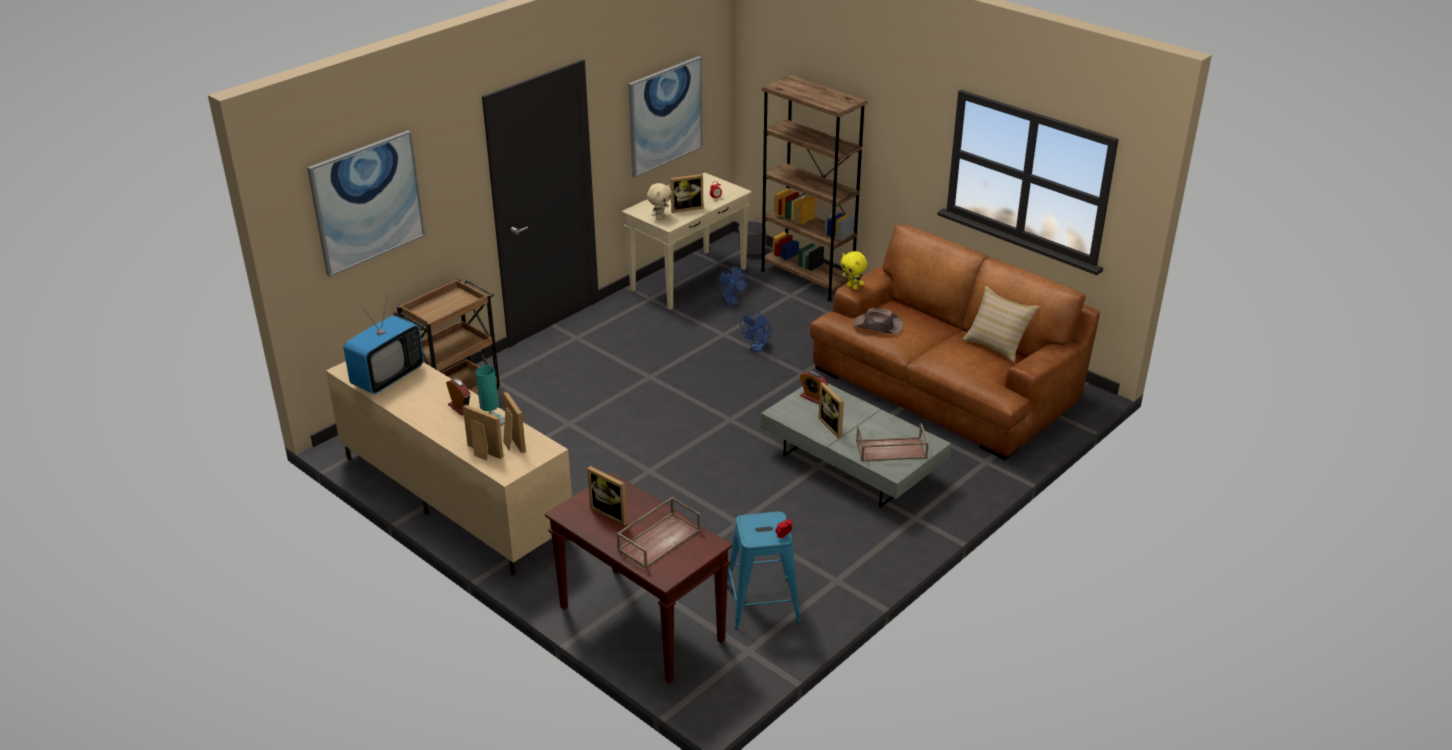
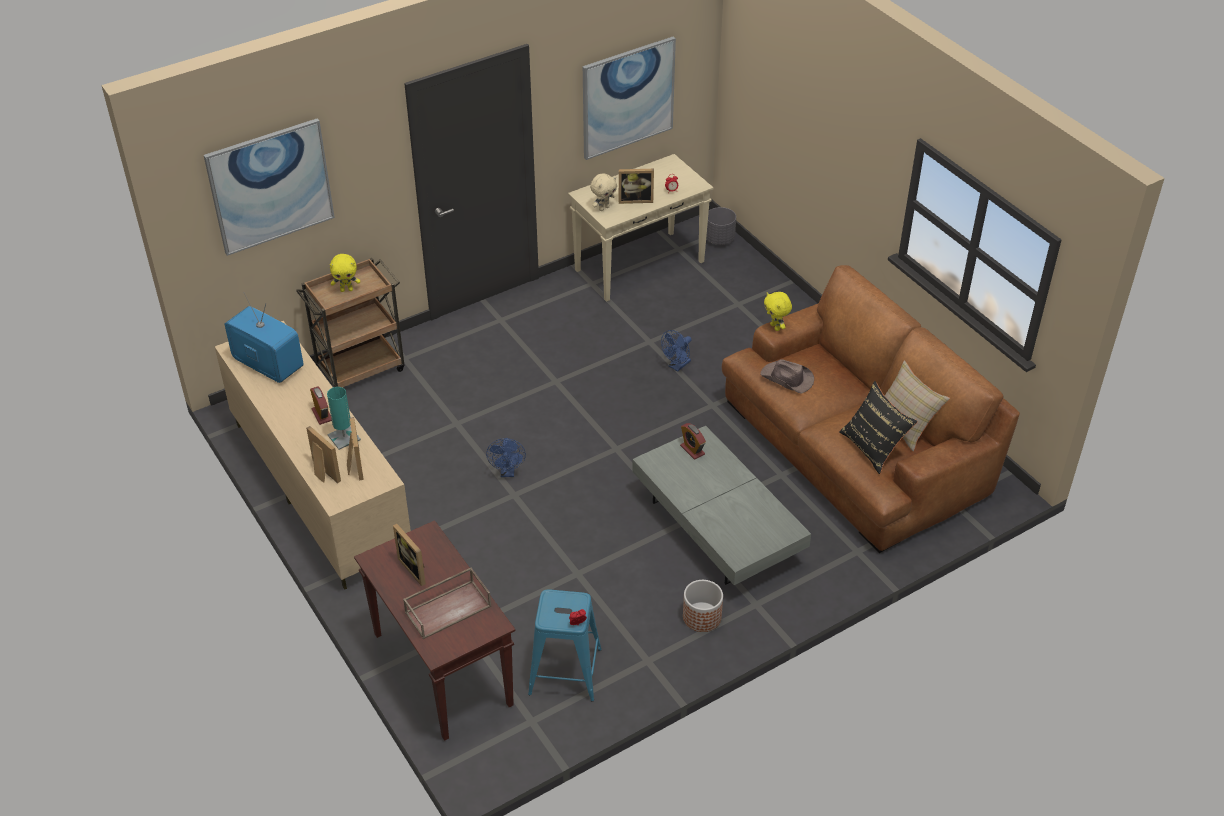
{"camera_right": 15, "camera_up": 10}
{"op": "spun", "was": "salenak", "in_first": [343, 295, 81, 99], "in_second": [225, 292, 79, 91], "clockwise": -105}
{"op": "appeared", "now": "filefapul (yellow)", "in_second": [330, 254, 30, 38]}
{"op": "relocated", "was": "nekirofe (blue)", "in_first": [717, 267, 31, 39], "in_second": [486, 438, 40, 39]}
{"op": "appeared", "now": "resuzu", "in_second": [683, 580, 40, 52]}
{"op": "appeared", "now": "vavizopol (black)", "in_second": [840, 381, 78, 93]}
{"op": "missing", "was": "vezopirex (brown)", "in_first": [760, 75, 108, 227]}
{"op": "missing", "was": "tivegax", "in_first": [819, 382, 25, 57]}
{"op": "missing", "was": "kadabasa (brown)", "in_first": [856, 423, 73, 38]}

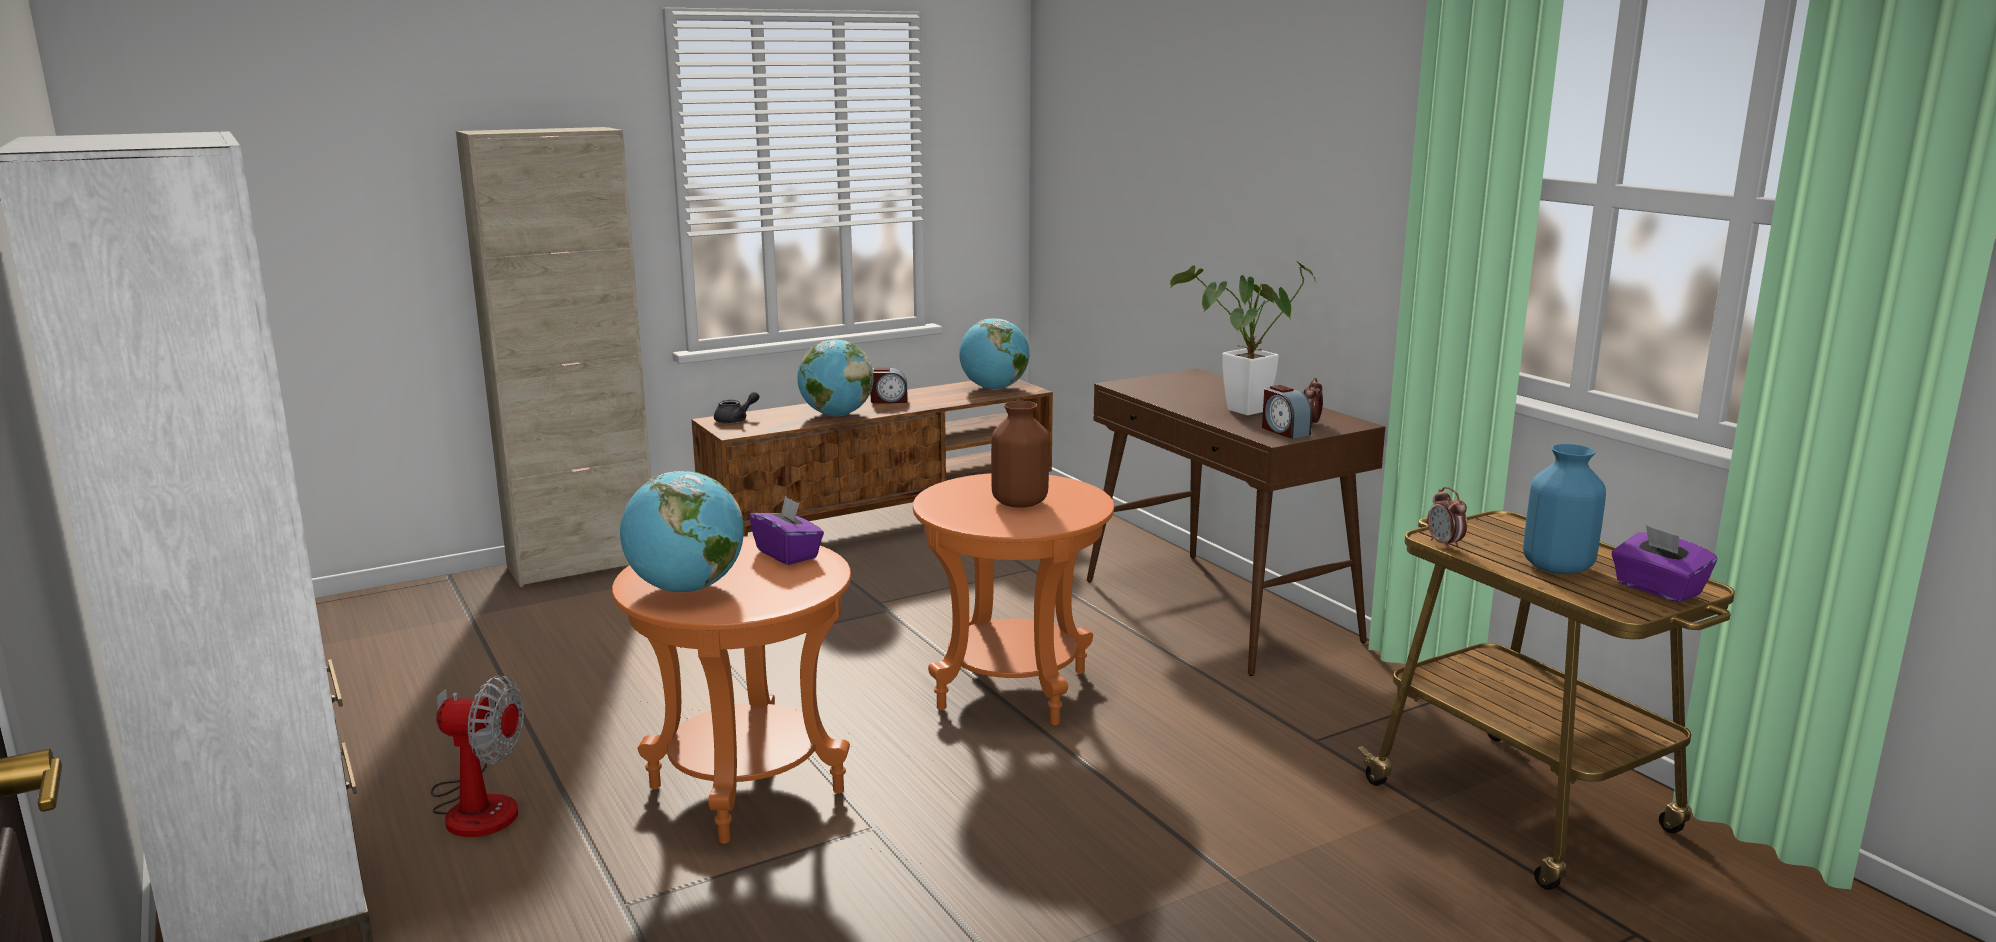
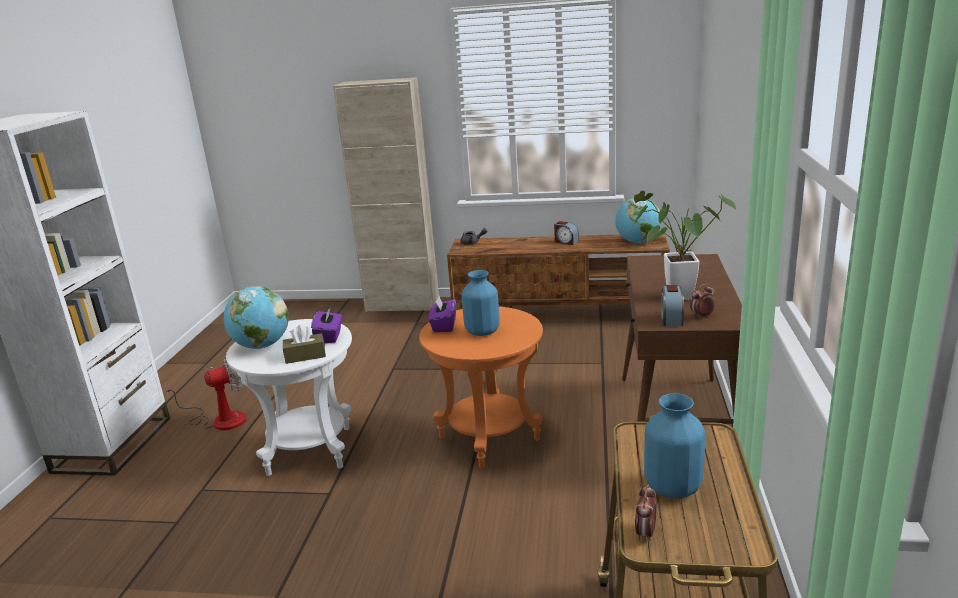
{"camera_right": 40, "camera_up": 5}
{"op": "spun", "was": "nekirofe", "in_first": [431, 675, 93, 162], "in_second": [165, 356, 81, 74], "clockwise": -75}
{"op": "colour", "was": "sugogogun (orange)", "now": "sugogogun (white)", "in_first": [612, 536, 239, 308], "in_second": [226, 319, 126, 157]}
{"op": "appeared", "now": "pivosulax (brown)", "in_second": [283, 325, 43, 39]}
{"op": "relocated", "was": "pivosulax (purple)", "in_first": [1612, 525, 105, 78], "in_second": [429, 296, 27, 36]}
{"op": "colour", "was": "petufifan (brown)", "now": "petufifan (blue)", "in_first": [991, 401, 58, 107], "in_second": [462, 270, 38, 66]}
{"op": "relocated", "was": "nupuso", "in_first": [1427, 487, 40, 62], "in_second": [635, 485, 22, 55]}
{"op": "missing", "was": "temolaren", "in_first": [797, 339, 77, 77]}

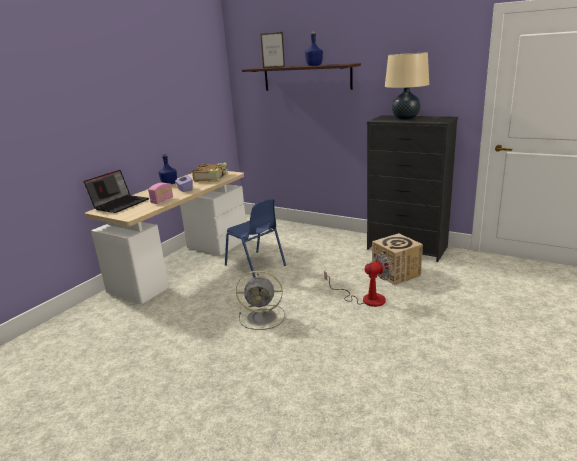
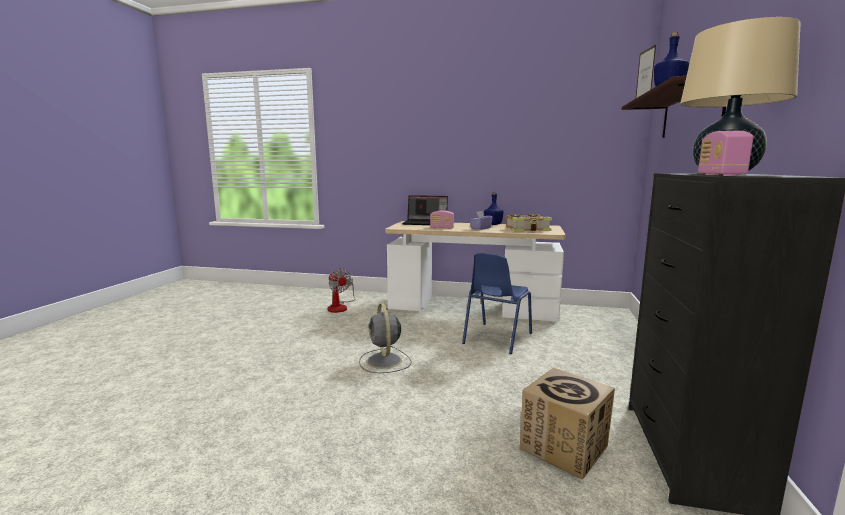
{"camera_right": 70, "camera_up": -10}
{"op": "relocated", "was": "nekirofe", "in_first": [324, 253, 68, 54], "in_second": [327, 268, 28, 45]}
{"op": "appeared", "now": "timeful", "in_second": [698, 131, 56, 45]}

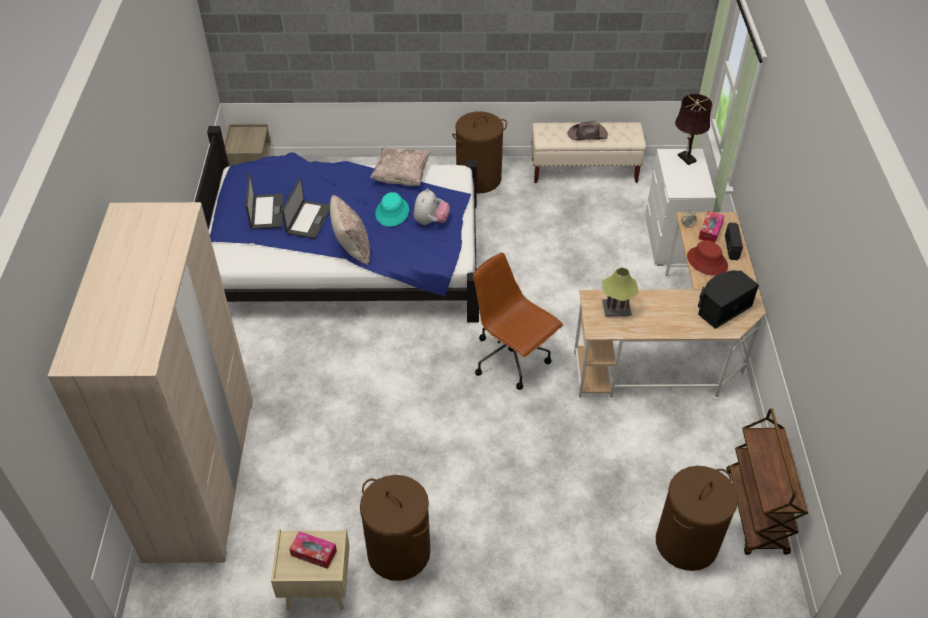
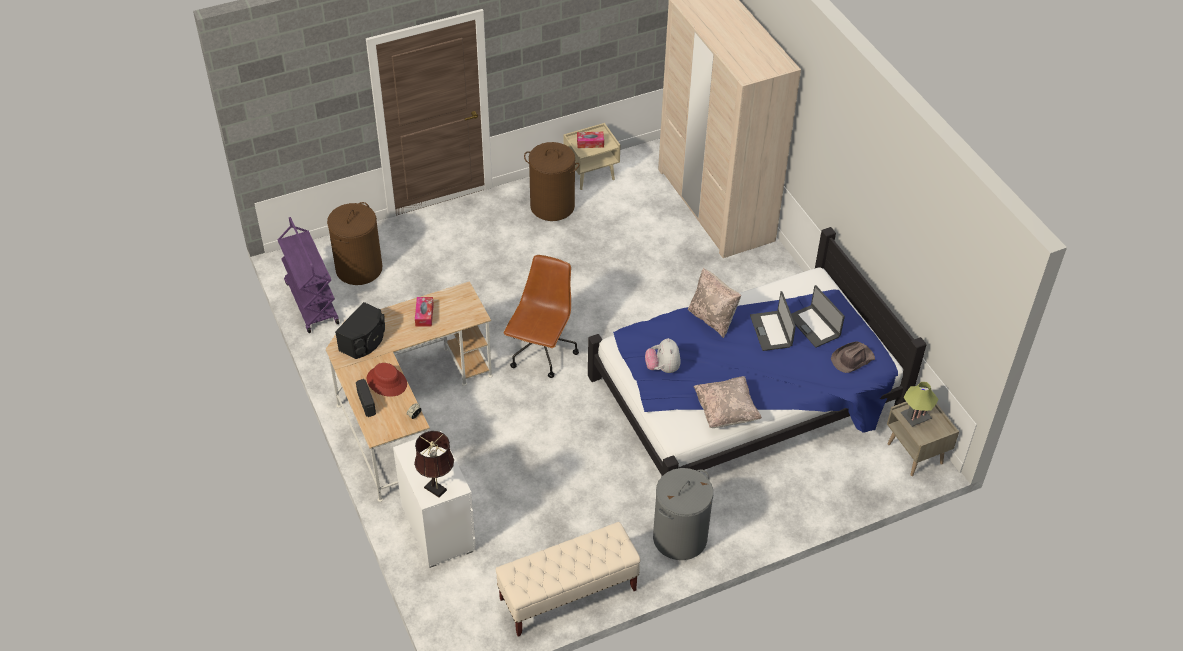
{"camera_right": 155, "camera_up": 0}
{"op": "colour", "was": "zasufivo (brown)", "now": "zasufivo (purple)", "in_first": [726, 409, 82, 146], "in_second": [277, 217, 62, 116]}
{"op": "relocated", "was": "pivosulax", "in_first": [698, 211, 27, 32], "in_second": [415, 297, 19, 30]}
{"op": "spun", "was": "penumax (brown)", "in_first": [473, 252, 90, 138], "in_second": [504, 255, 75, 123], "clockwise": -90}
{"op": "colour", "was": "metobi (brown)", "now": "metobi (grey)", "in_first": [452, 111, 55, 82], "in_second": [653, 468, 60, 92]}
{"op": "relocated", "was": "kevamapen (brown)", "in_first": [567, 120, 41, 20], "in_second": [831, 342, 44, 31]}
{"op": "relocated", "was": "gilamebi", "in_first": [602, 267, 36, 50], "in_second": [900, 382, 38, 45]}
{"op": "missing", "was": "kevamapen (turquoise)", "in_first": [375, 192, 34, 35]}

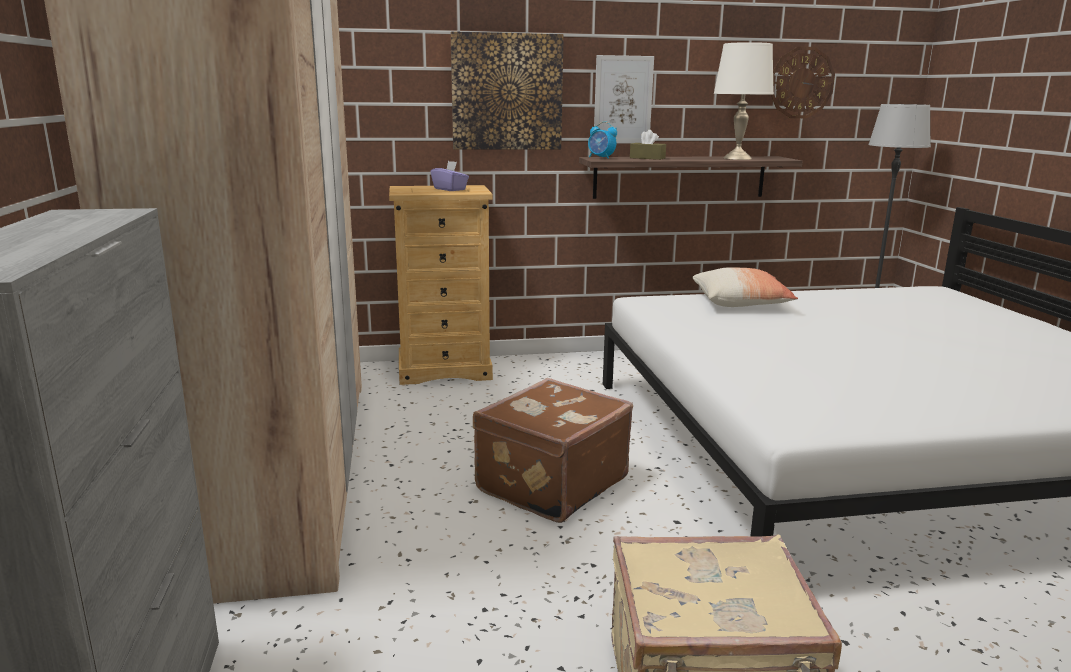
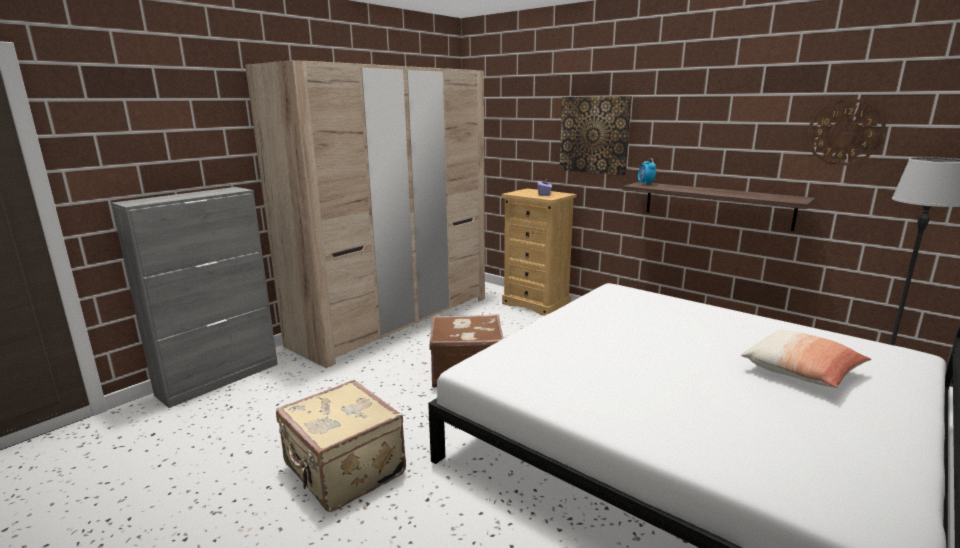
{"camera_right": 50, "camera_up": 0}
{"op": "relocated", "was": "vavizopol", "in_first": [692, 267, 106, 40], "in_second": [741, 330, 130, 58]}
{"op": "missing", "was": "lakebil", "in_first": [594, 55, 60, 88]}
{"op": "missing", "was": "pivosulax (brown)", "in_first": [630, 130, 36, 30]}
{"op": "missing", "was": "gilamebi (white)", "in_first": [714, 42, 60, 118]}

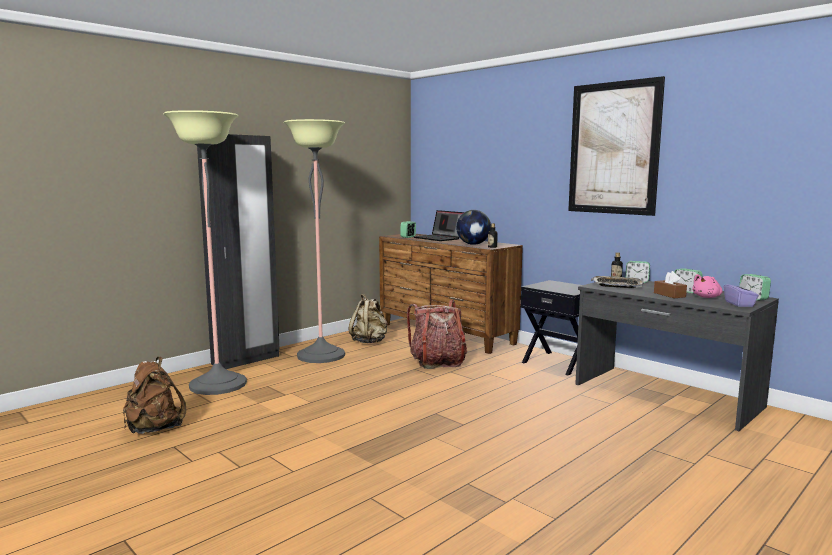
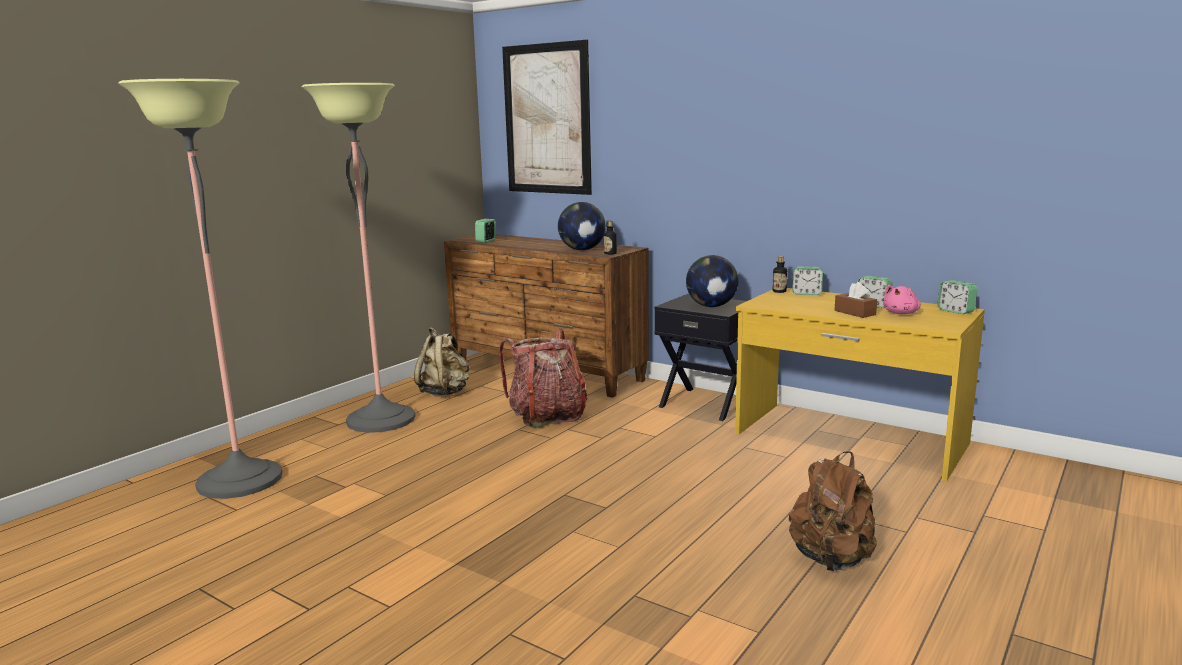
{"camera_right": -10, "camera_up": 5}
{"op": "relocated", "was": "lakebil", "in_first": [568, 76, 97, 140], "in_second": [502, 40, 90, 155]}
{"op": "appeared", "now": "temolaren", "in_second": [686, 255, 53, 52]}
{"op": "colour", "was": "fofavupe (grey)", "now": "fofavupe (yellow)", "in_first": [575, 281, 204, 150], "in_second": [735, 288, 250, 193]}
{"op": "relocated", "was": "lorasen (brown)", "in_first": [123, 357, 63, 77], "in_second": [789, 451, 88, 120]}
{"op": "missing", "was": "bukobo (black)", "in_first": [197, 134, 83, 235]}
{"op": "missing", "was": "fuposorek", "in_first": [413, 210, 51, 31]}
{"op": "missing", "was": "kadabasa", "in_first": [591, 276, 53, 12]}
{"op": "missing", "was": "pivosulax (purple)", "in_first": [724, 279, 35, 28]}

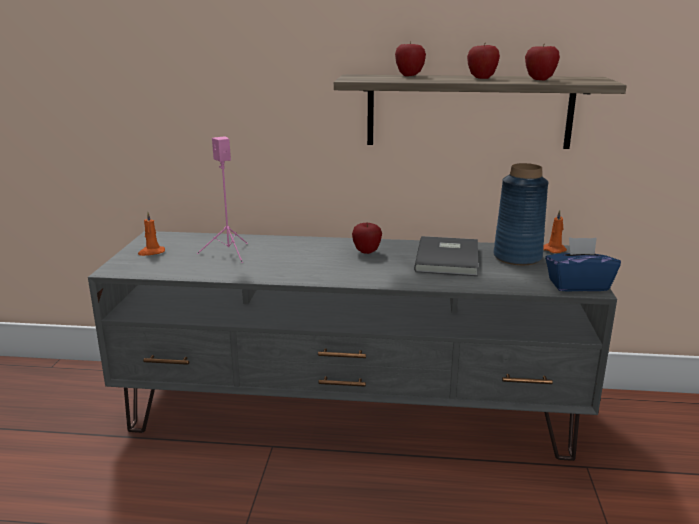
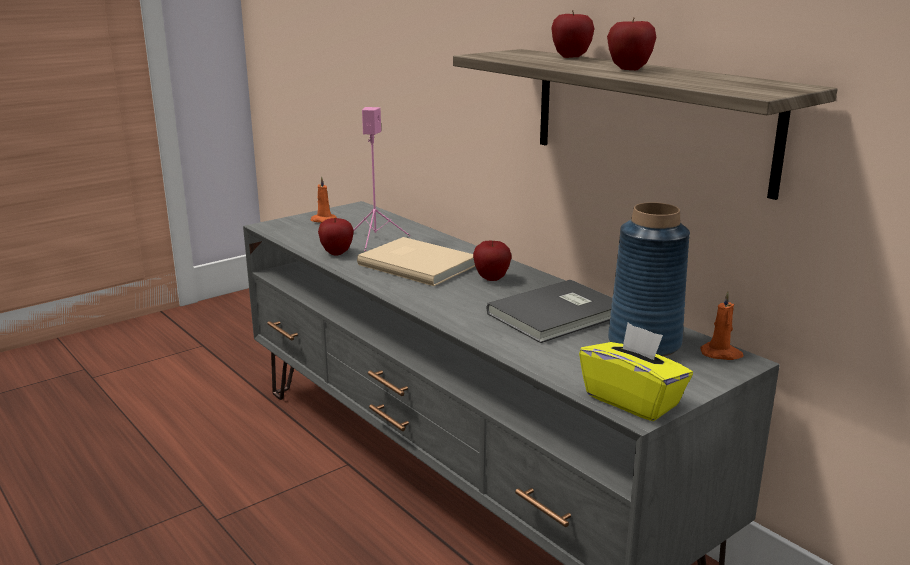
{"camera_right": 45, "camera_up": 0}
{"op": "relocated", "was": "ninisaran", "in_first": [525, 45, 35, 35], "in_second": [318, 218, 36, 38]}
{"op": "appeared", "now": "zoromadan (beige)", "in_second": [357, 237, 118, 49]}
{"op": "colour", "was": "pivosulax (blue)", "now": "pivosulax (yellow)", "in_first": [545, 237, 76, 55], "in_second": [579, 323, 114, 98]}

